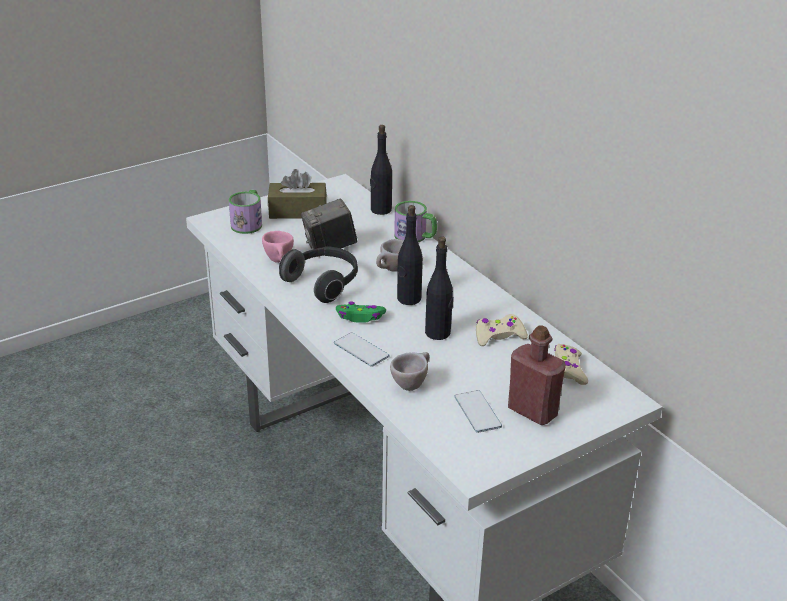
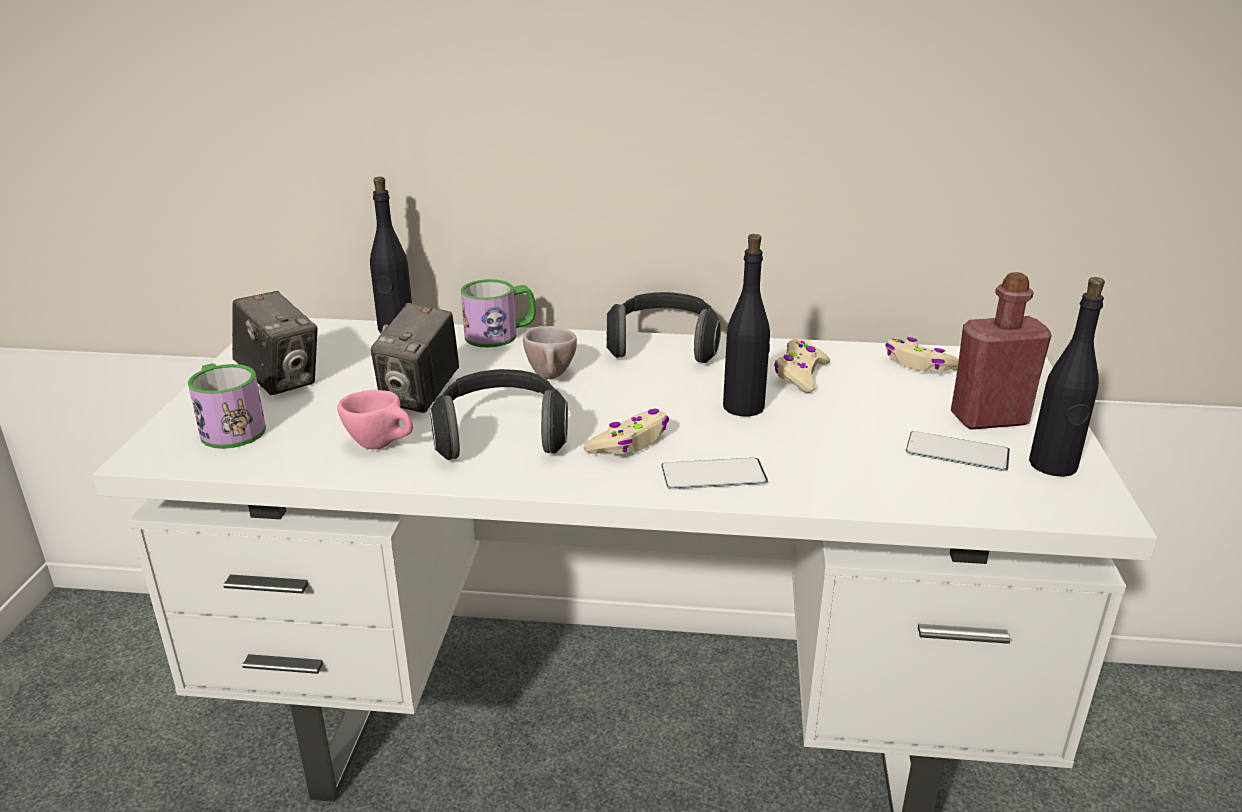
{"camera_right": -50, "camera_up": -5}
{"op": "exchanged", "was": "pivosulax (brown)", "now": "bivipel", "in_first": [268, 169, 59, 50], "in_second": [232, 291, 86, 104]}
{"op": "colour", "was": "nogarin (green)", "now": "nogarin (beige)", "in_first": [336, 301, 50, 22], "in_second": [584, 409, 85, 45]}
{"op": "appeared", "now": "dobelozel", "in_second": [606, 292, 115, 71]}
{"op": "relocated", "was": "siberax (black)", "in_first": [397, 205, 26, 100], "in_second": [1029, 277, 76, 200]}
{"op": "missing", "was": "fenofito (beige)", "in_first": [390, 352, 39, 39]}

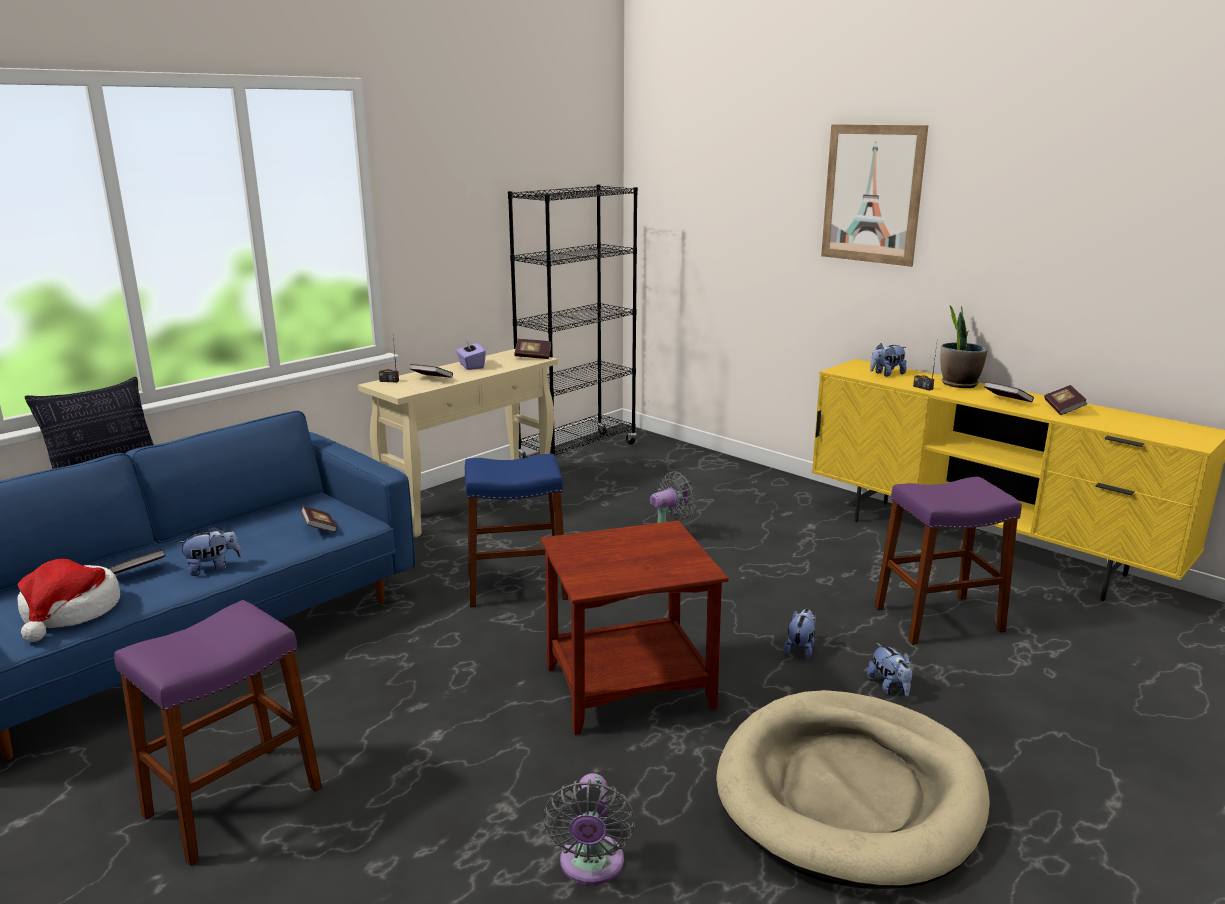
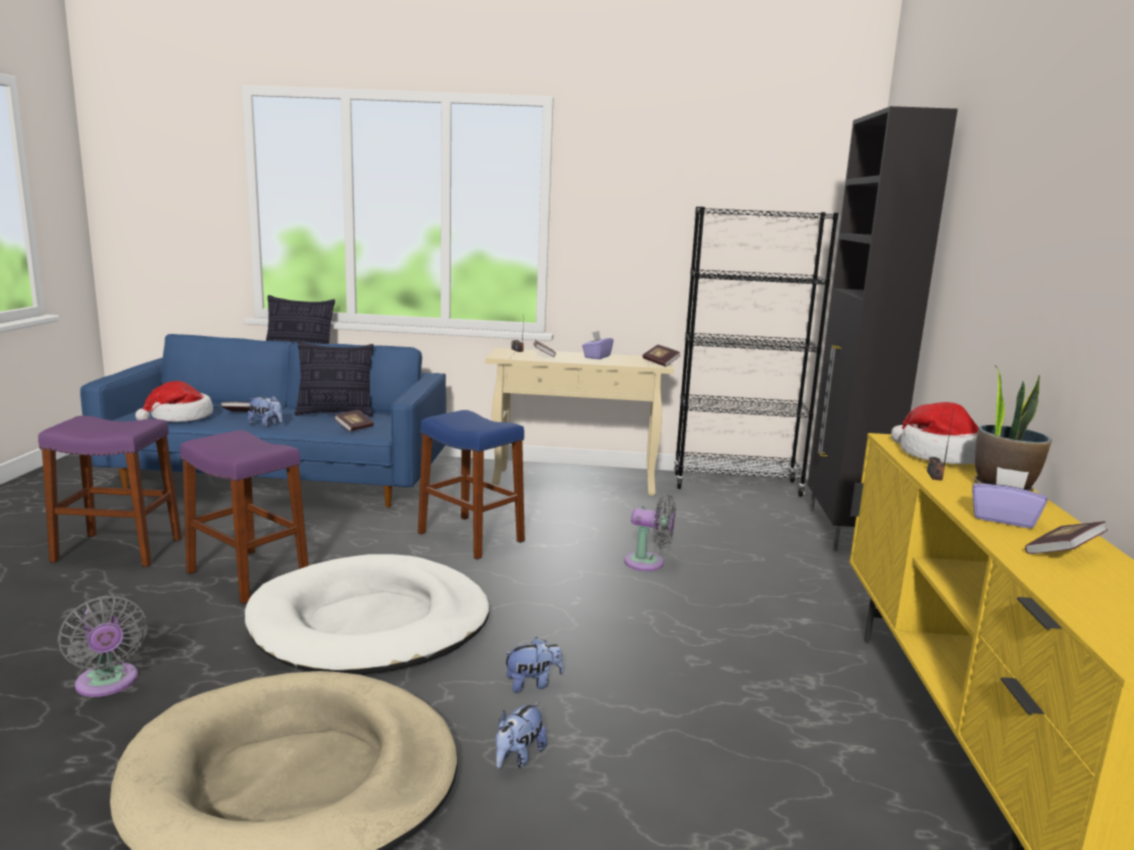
{"camera_right": 50, "camera_up": -5}
{"op": "spun", "was": "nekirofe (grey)", "in_first": [543, 773, 92, 112], "in_second": [57, 595, 91, 102], "clockwise": -90}
{"op": "relocated", "was": "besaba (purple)", "in_first": [875, 477, 147, 168], "in_second": [180, 430, 129, 174]}
{"op": "exchanged", "was": "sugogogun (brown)", "now": "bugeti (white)", "in_first": [540, 520, 189, 215], "in_second": [245, 554, 245, 121]}
{"op": "appeared", "now": "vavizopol", "in_second": [295, 341, 79, 75]}
{"op": "appeared", "now": "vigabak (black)", "in_second": [807, 106, 151, 445]}
{"op": "exchanged", "was": "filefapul", "now": "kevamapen", "in_first": [870, 343, 37, 34], "in_second": [891, 402, 88, 62]}
{"op": "exchanged", "was": "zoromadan", "now": "pivosulax (purple)", "in_first": [984, 382, 50, 20], "in_second": [972, 467, 75, 61]}
{"op": "missing", "was": "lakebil", "in_first": [821, 124, 107, 143]}

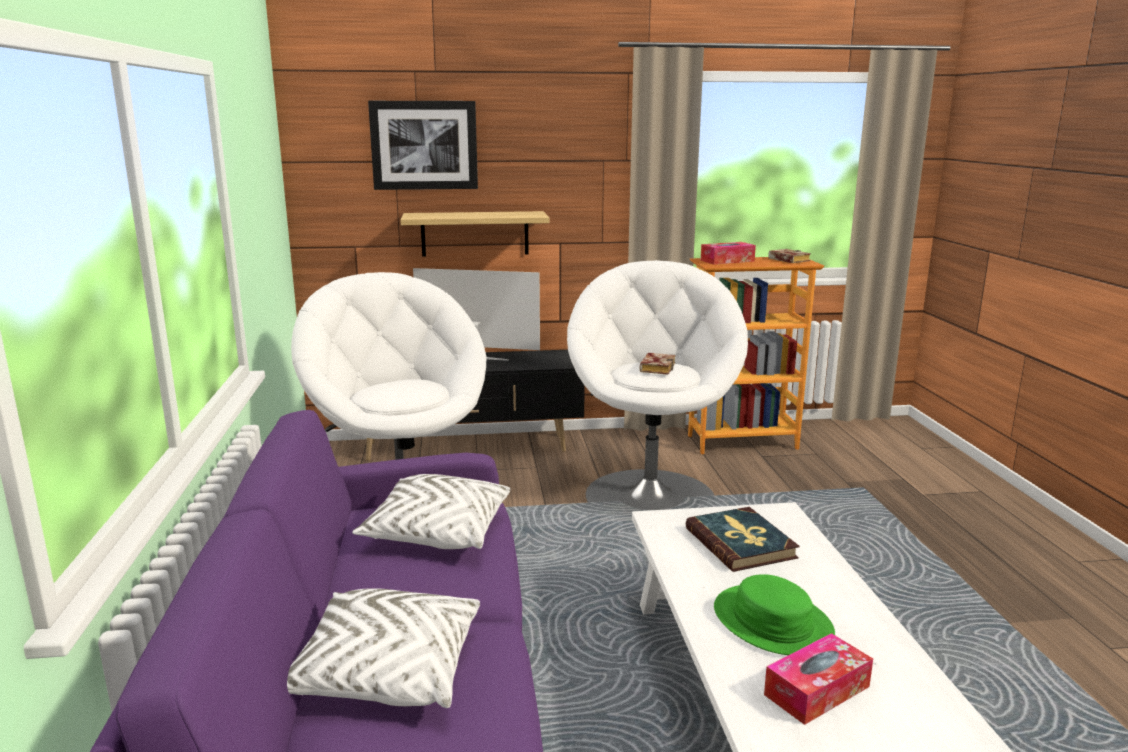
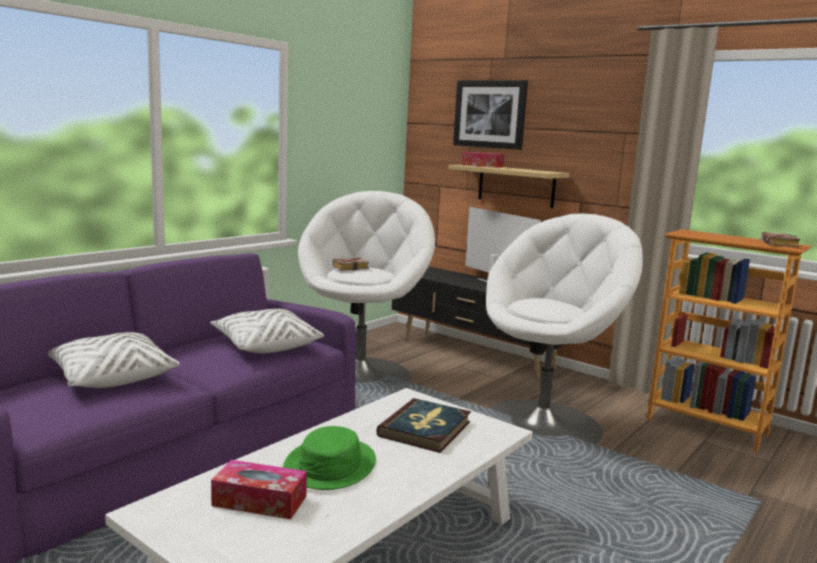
{"camera_right": 45, "camera_up": -5}
{"op": "relocated", "was": "zoromadan", "in_first": [639, 353, 37, 22], "in_second": [333, 258, 36, 12]}
{"op": "relocated", "was": "pivosulax", "in_first": [701, 242, 55, 23], "in_second": [461, 152, 43, 16]}

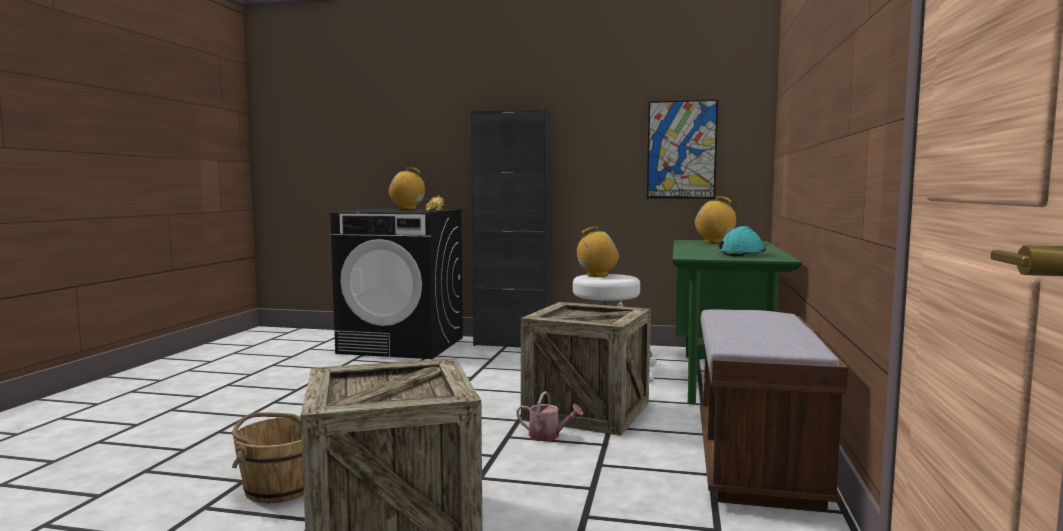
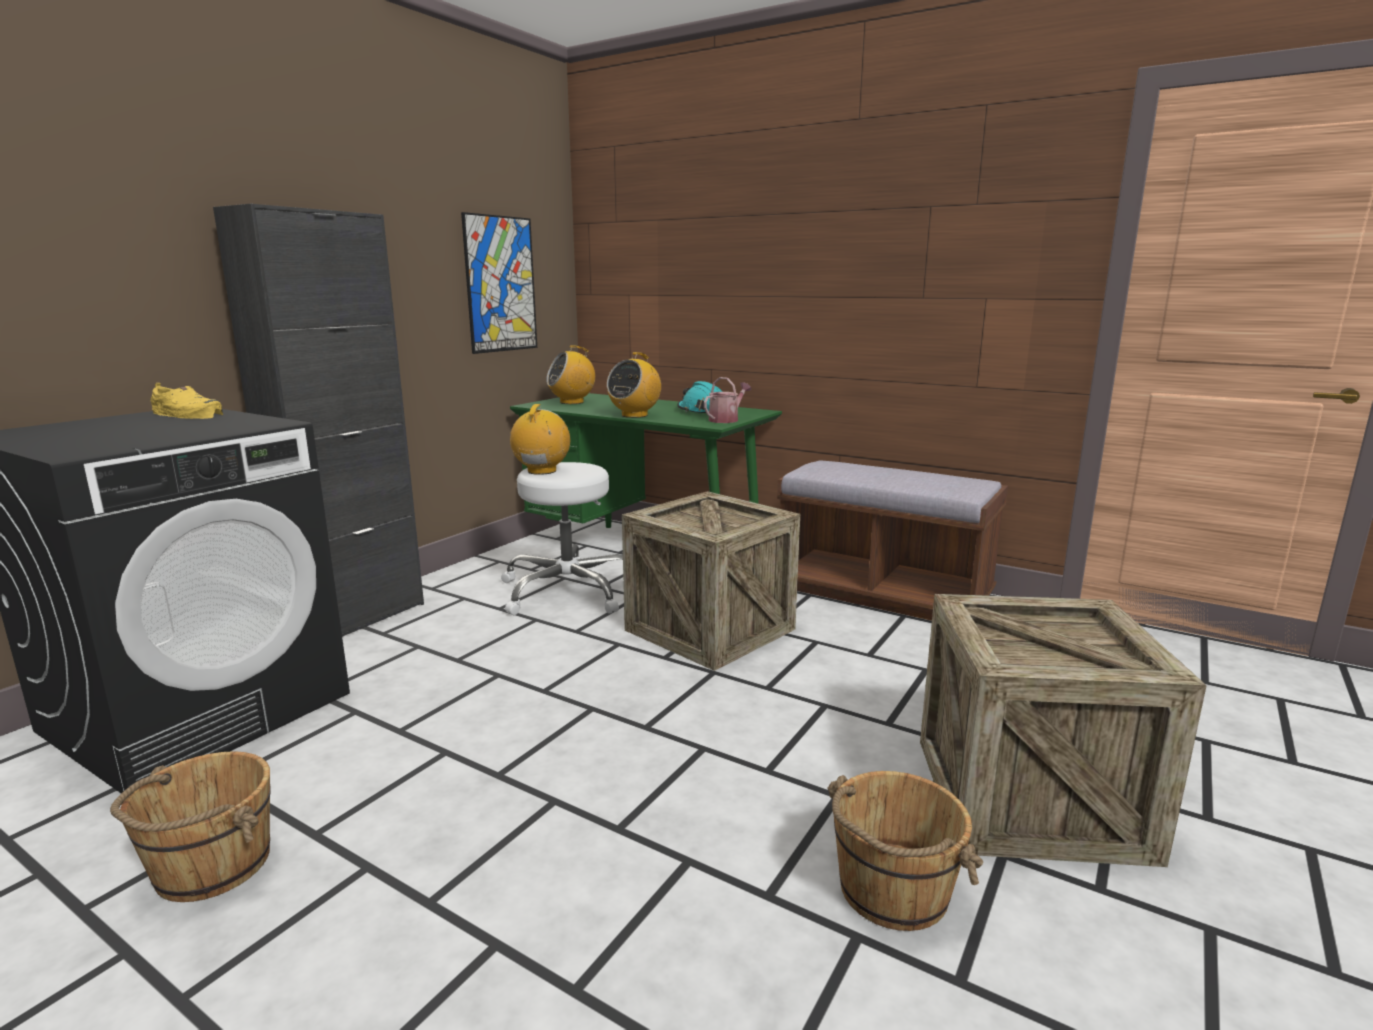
{"camera_right": -70, "camera_up": 10}
{"op": "appeared", "now": "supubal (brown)", "in_second": [110, 751, 161, 151]}
{"op": "relocated", "was": "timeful", "in_first": [388, 167, 39, 42], "in_second": [607, 352, 54, 66]}
{"op": "relocated", "was": "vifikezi", "in_first": [517, 391, 66, 50], "in_second": [704, 377, 47, 46]}

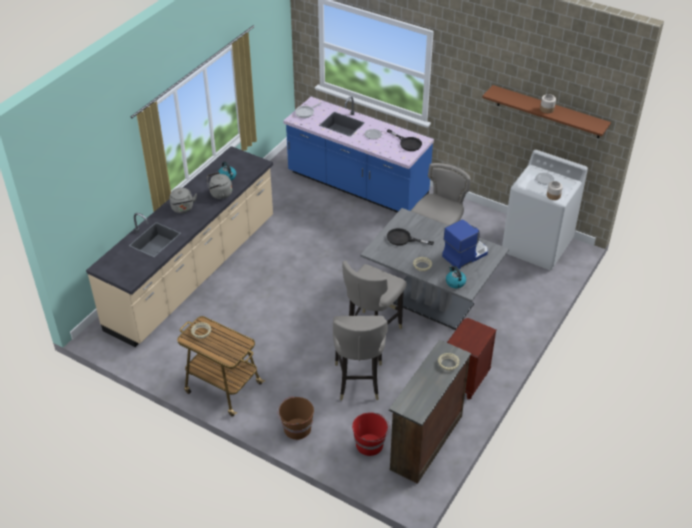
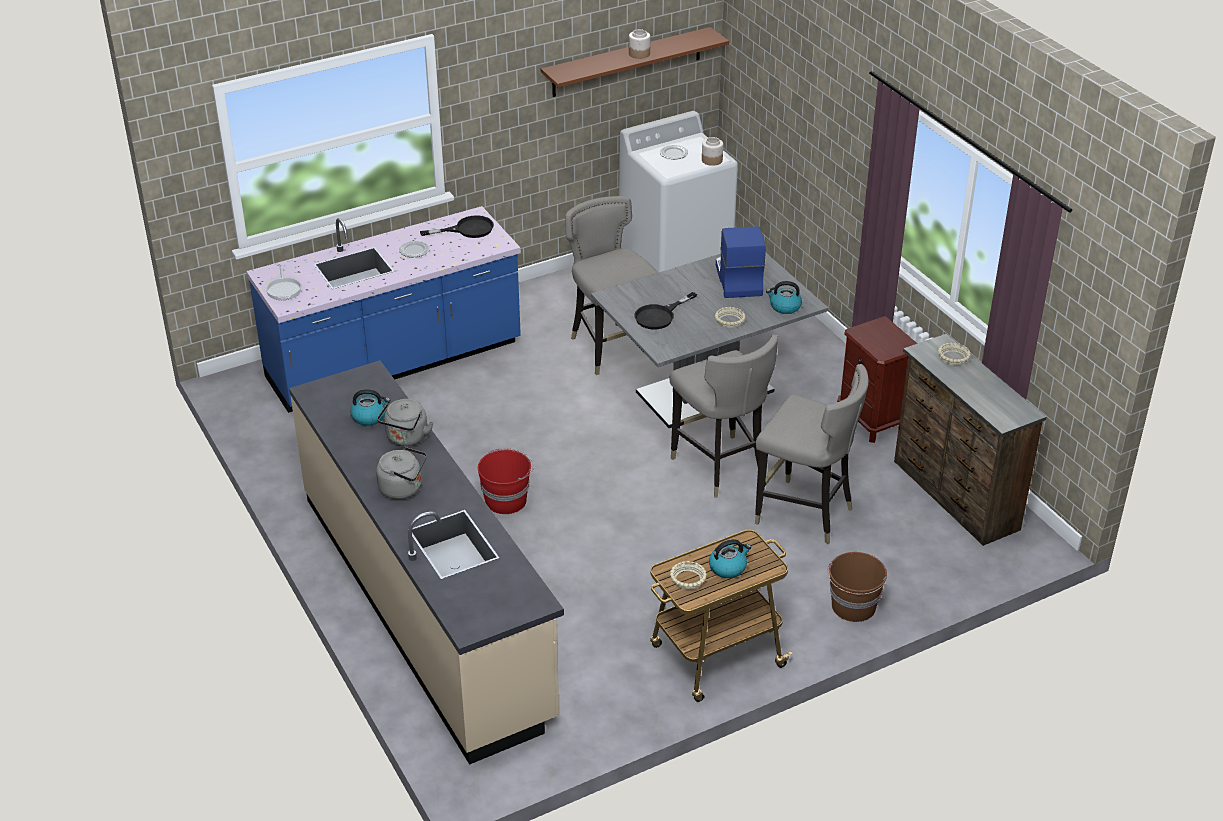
{"camera_right": -60, "camera_up": -5}
{"op": "relocated", "was": "supubal (red)", "in_first": [352, 412, 38, 44], "in_second": [478, 448, 56, 66]}
{"op": "appeared", "now": "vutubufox", "in_second": [709, 539, 42, 39]}

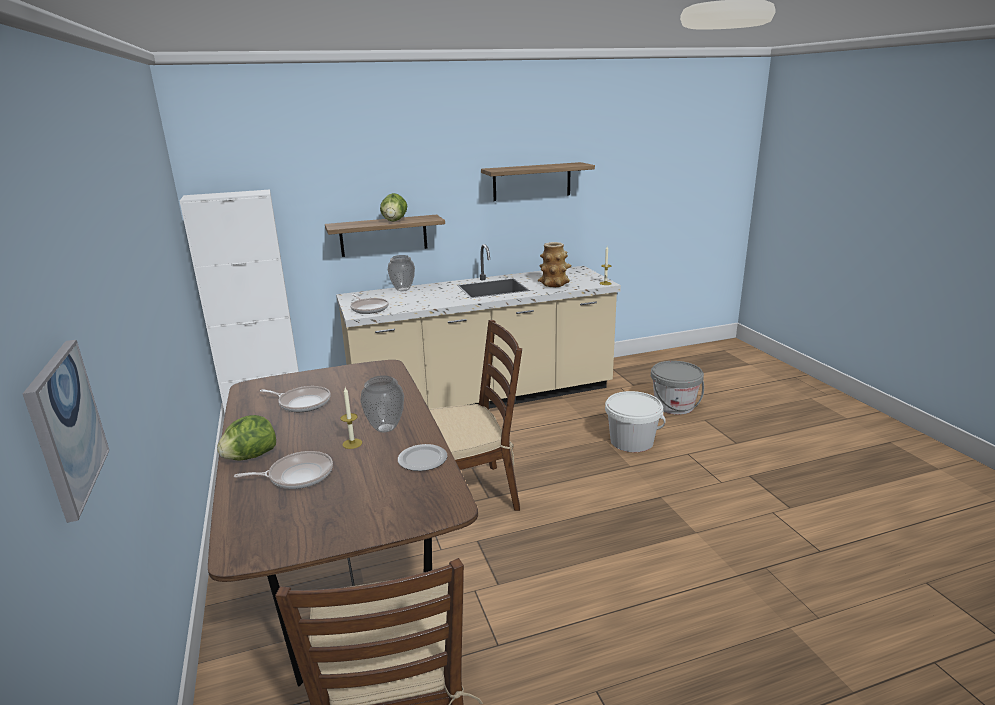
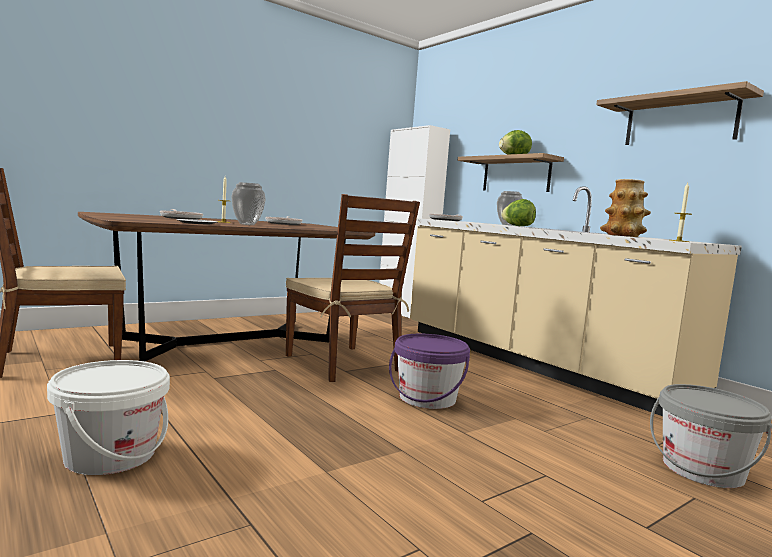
{"camera_right": 70, "camera_up": -15}
{"op": "relocated", "was": "supubal (white)", "in_first": [605, 391, 61, 61], "in_second": [47, 360, 123, 115]}
{"op": "appeared", "now": "supubal (purple)", "in_second": [389, 334, 81, 75]}
{"op": "relocated", "was": "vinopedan", "in_first": [217, 415, 59, 45], "in_second": [501, 199, 35, 27]}
{"op": "missing", "was": "lakebil", "in_first": [23, 340, 86, 183]}

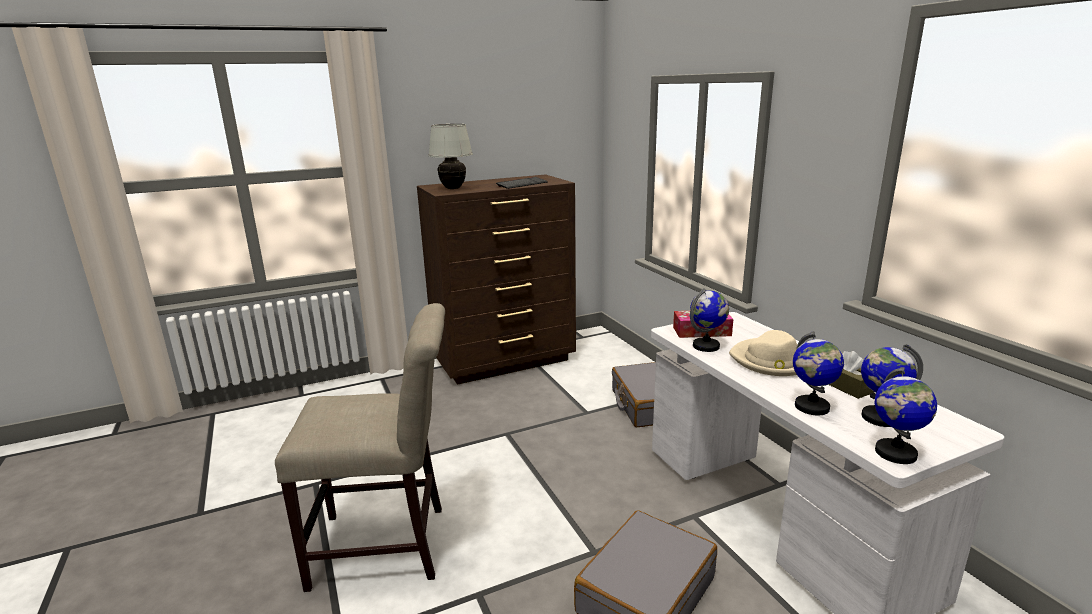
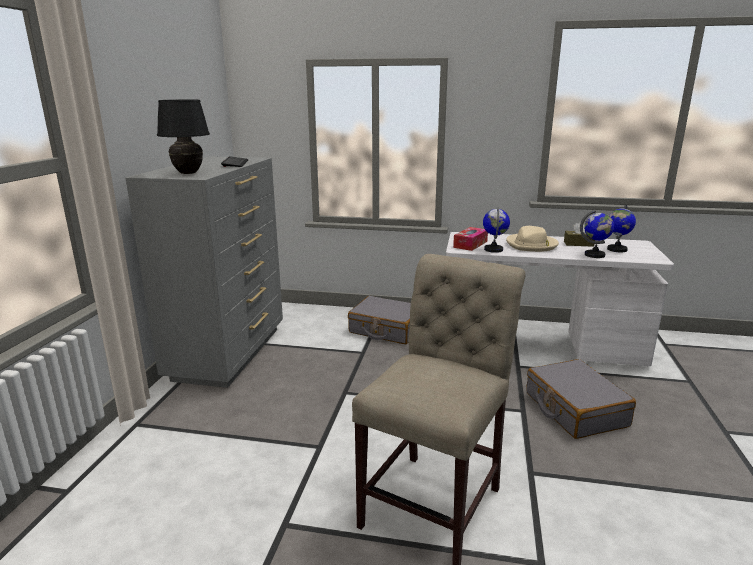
{"camera_right": -55, "camera_up": 0}
{"op": "colour", "was": "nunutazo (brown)", "now": "nunutazo (grey)", "in_first": [417, 174, 159, 211], "in_second": [125, 156, 158, 232]}
{"op": "colour", "was": "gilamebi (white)", "now": "gilamebi (black)", "in_first": [428, 124, 45, 65], "in_second": [157, 100, 53, 74]}
{"op": "missing", "was": "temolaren", "in_first": [875, 367, 62, 97]}

